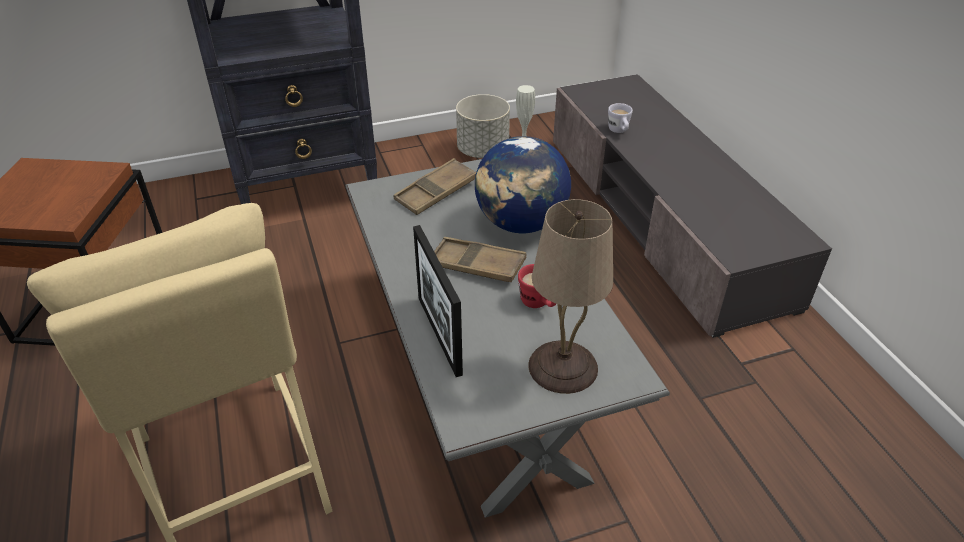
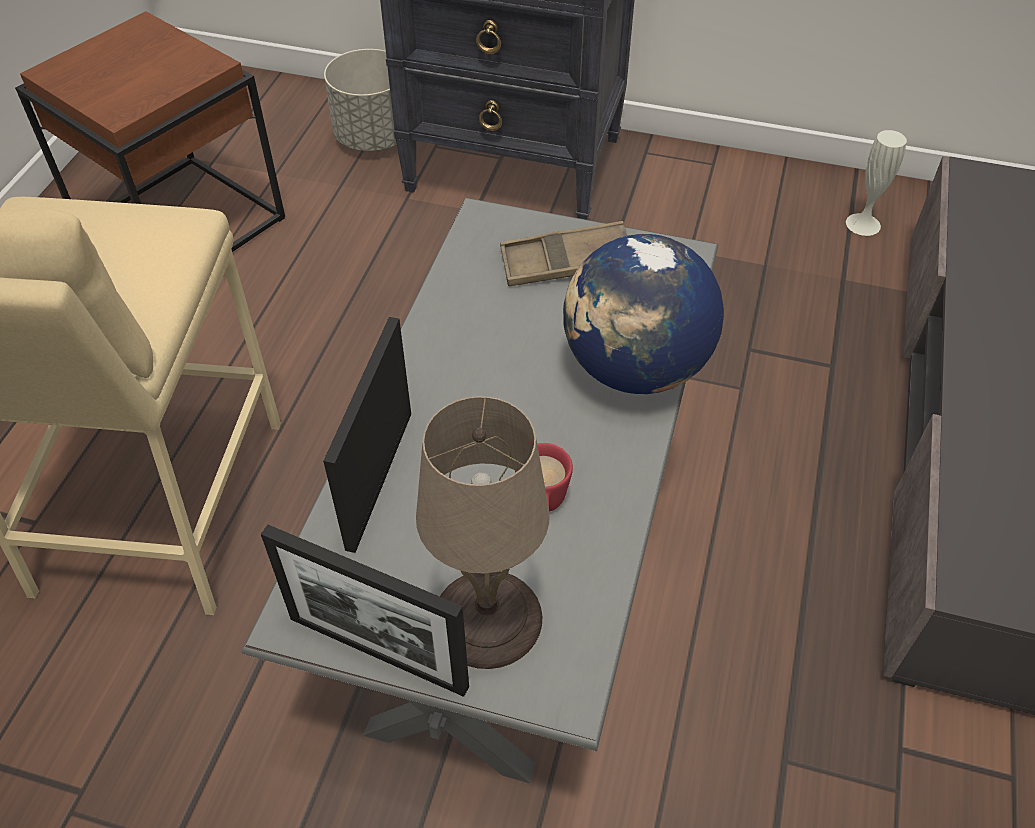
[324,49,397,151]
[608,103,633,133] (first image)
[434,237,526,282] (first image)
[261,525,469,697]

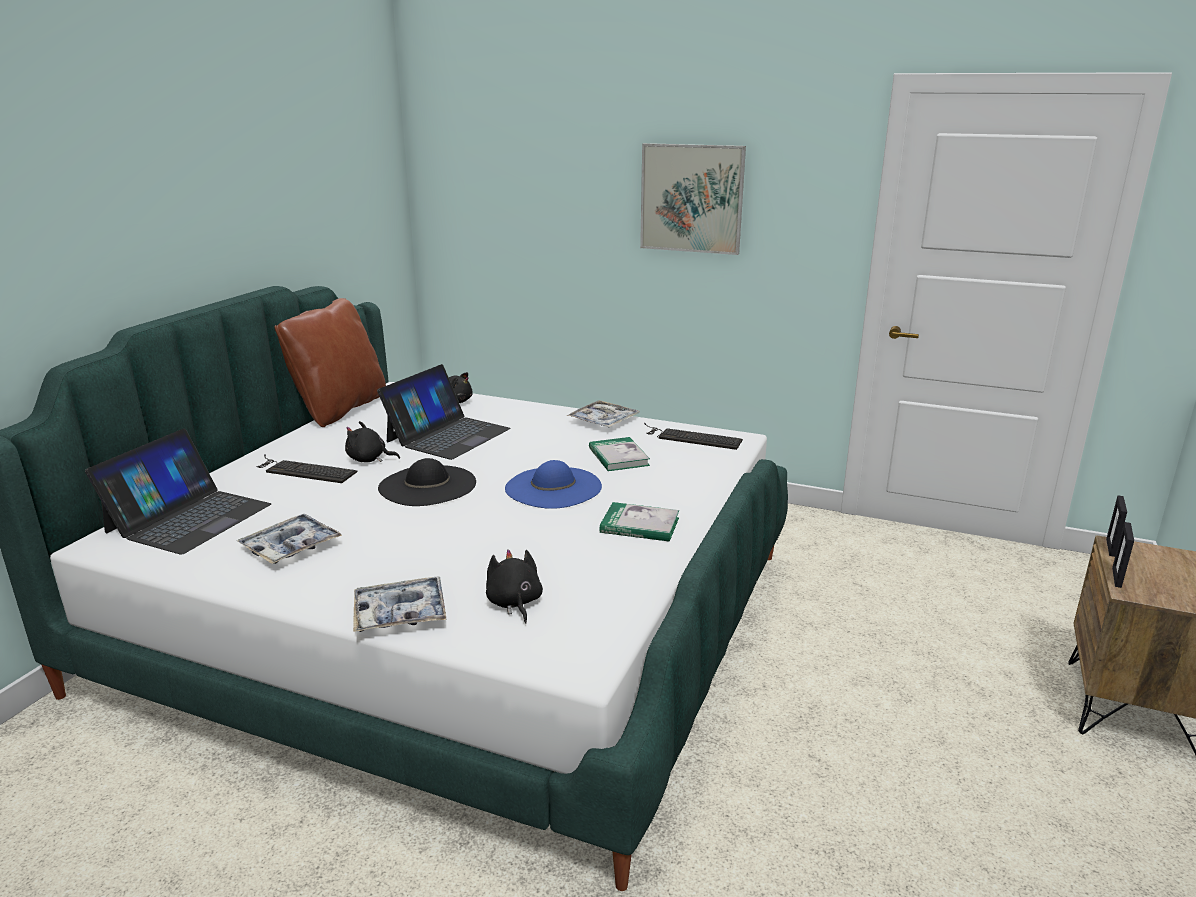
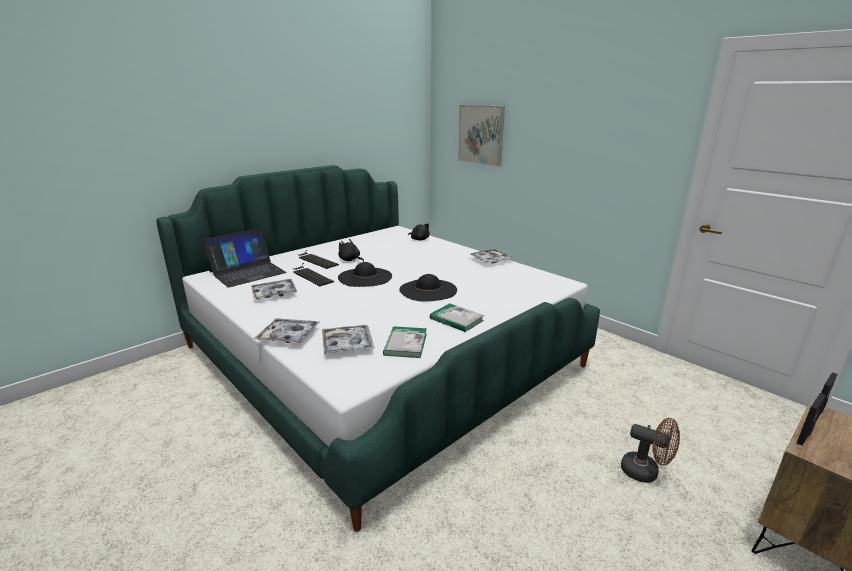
[458,105,505,166]
[275,298,386,427] (first image)
[377,364,511,460] (first image)
[293,263,334,286]
[383,326,427,358]
[399,274,457,302]
[322,325,375,354]
[621,418,680,483]

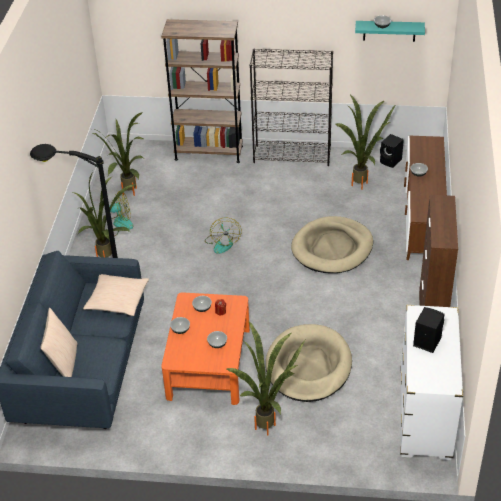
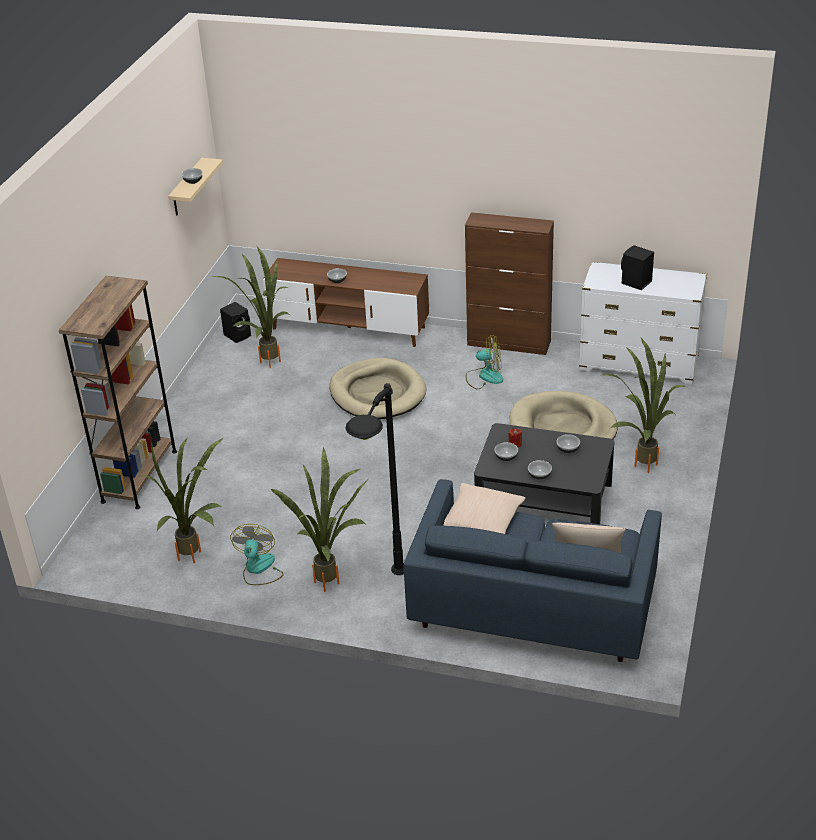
[168,158,223,216]
[250,48,333,166] (first image)
[465,335,503,389]
[474,423,615,524]

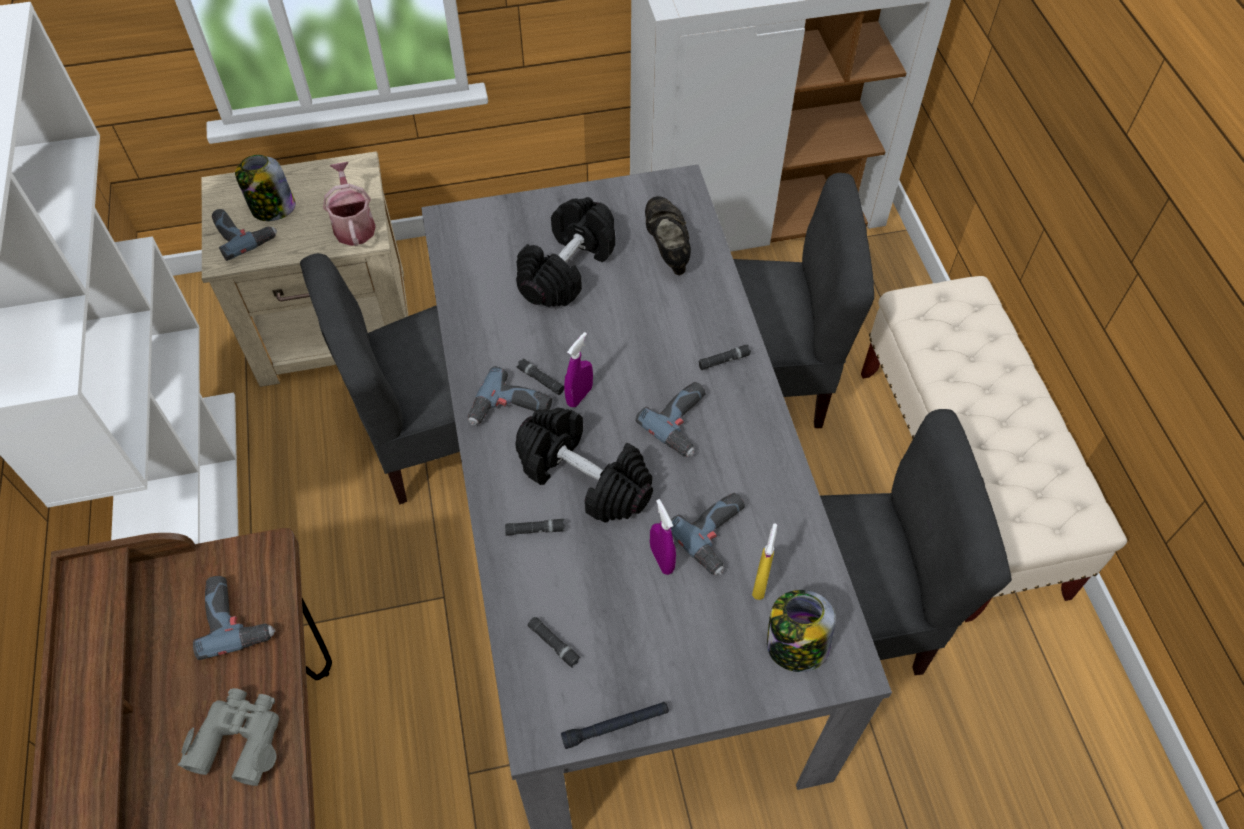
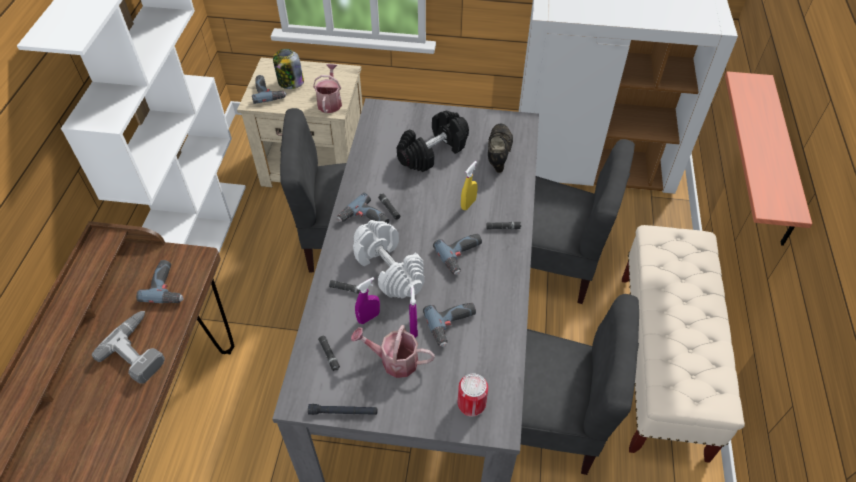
[355,277,380,324]
[353,220,424,299]
[461,161,478,210]
[458,373,488,417]
[92,311,165,384]
[725,71,812,246]
[351,325,435,378]

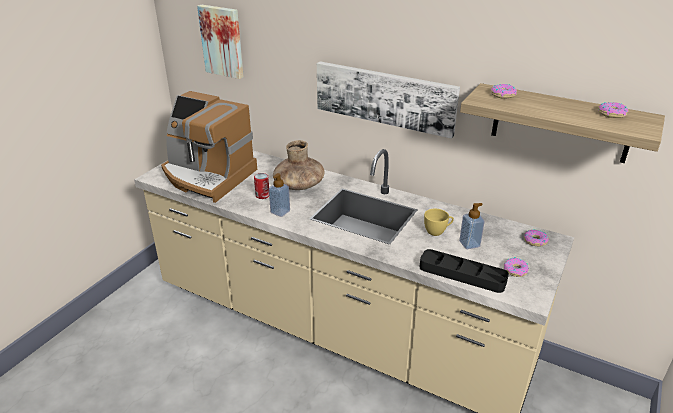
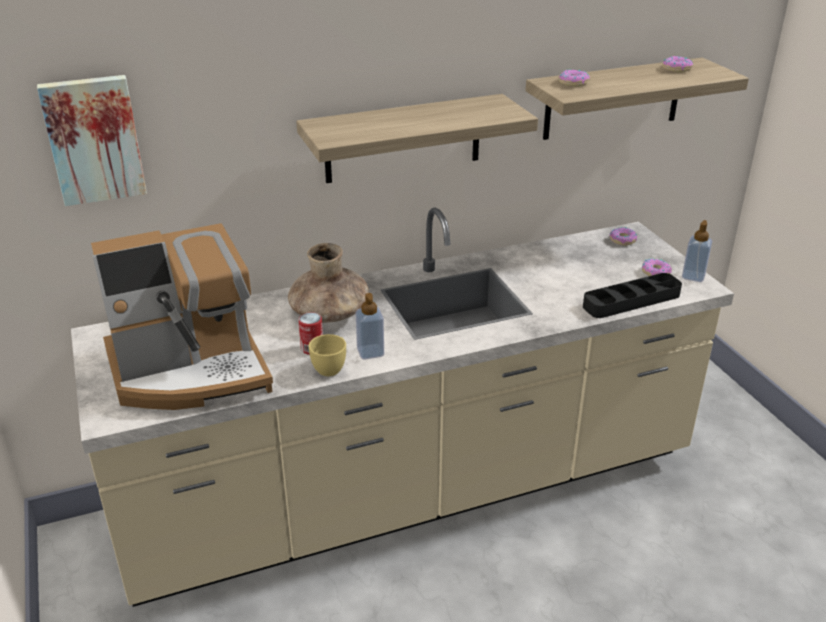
[296,94,538,183]
[682,220,712,282]
[309,334,346,376]

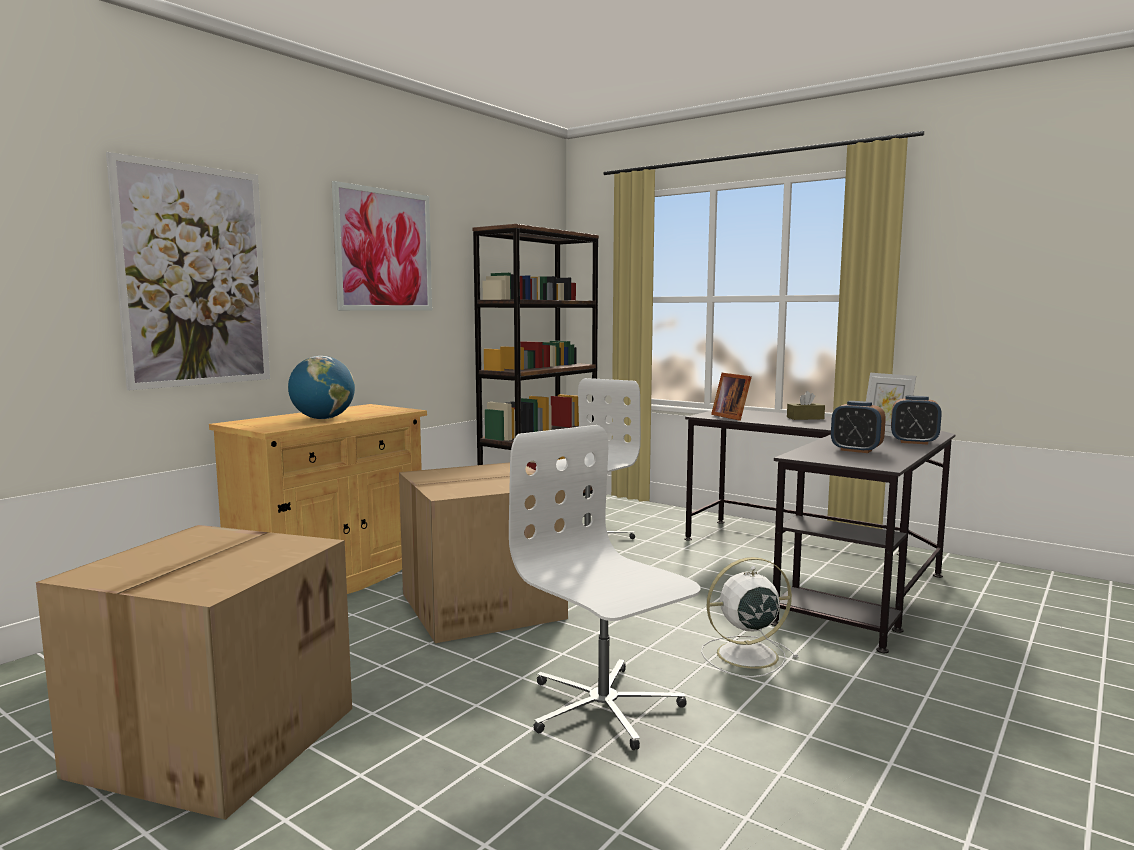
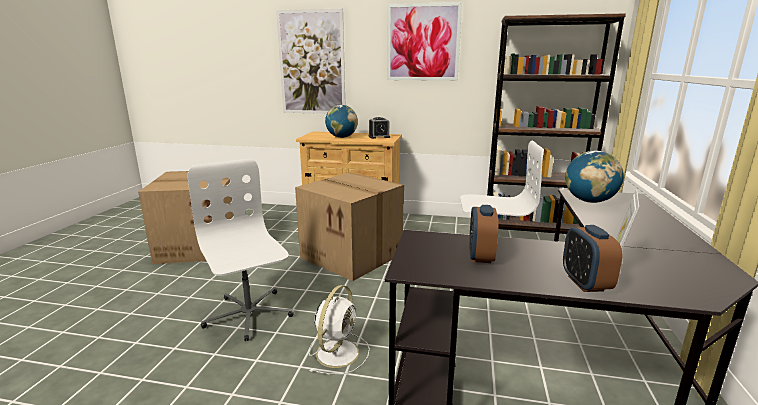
[565,151,624,203]
[787,391,825,420] (first image)
[188,159,294,341]
[308,285,370,375]
[368,117,390,139]

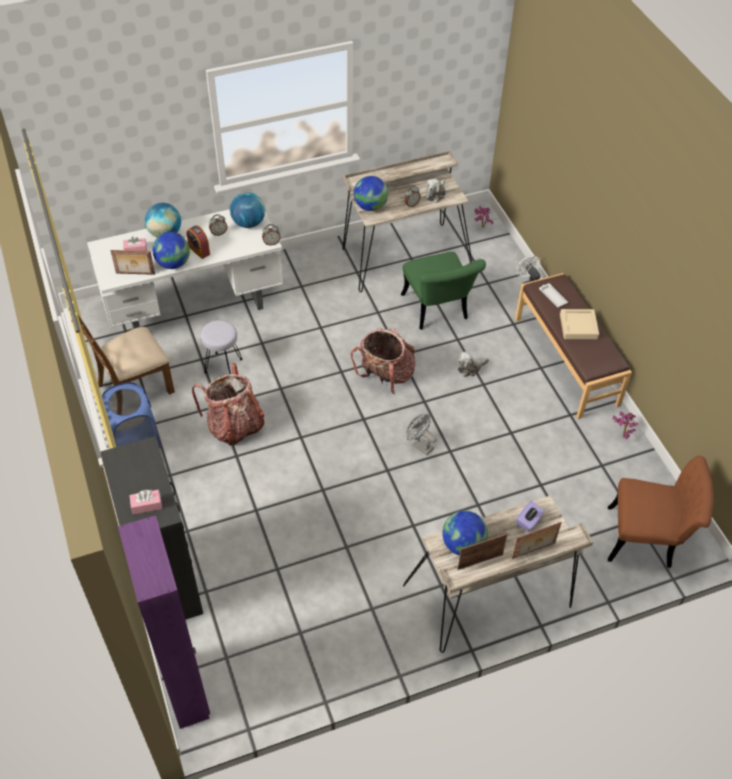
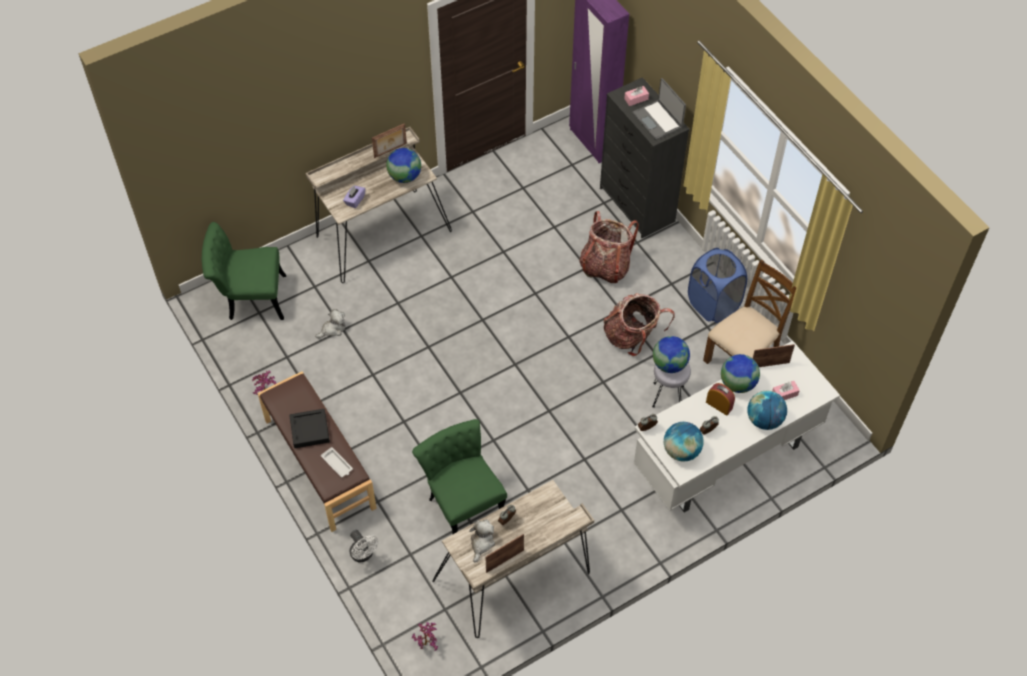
[653,336,690,373]
[289,409,330,448]
[579,211,639,283]
[315,309,346,339]
[406,414,436,455] (first image)
[202,222,286,320]
[485,534,524,573]
[632,78,686,140]

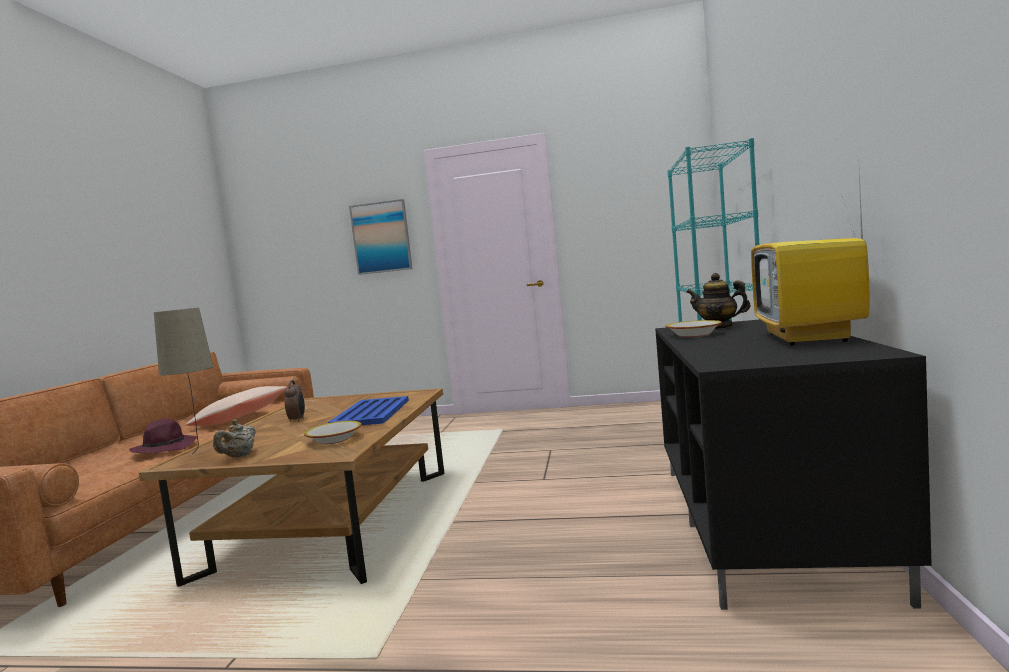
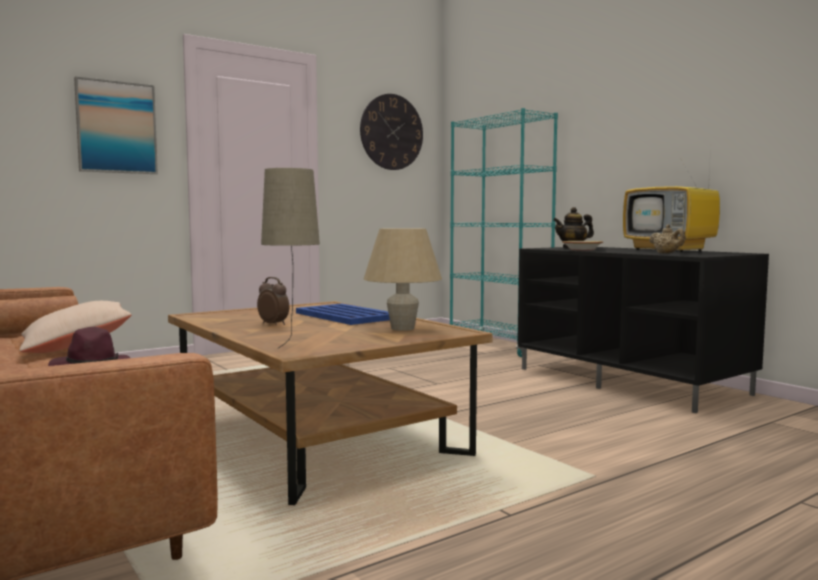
[649,224,685,253]
[363,228,442,331]
[360,94,423,170]

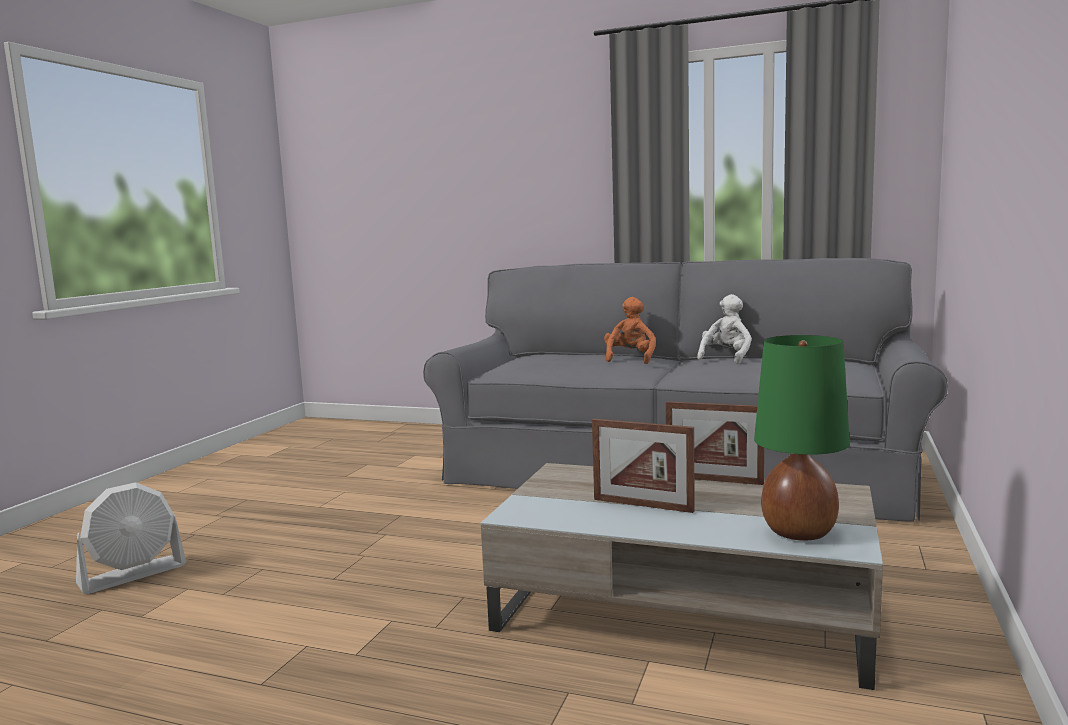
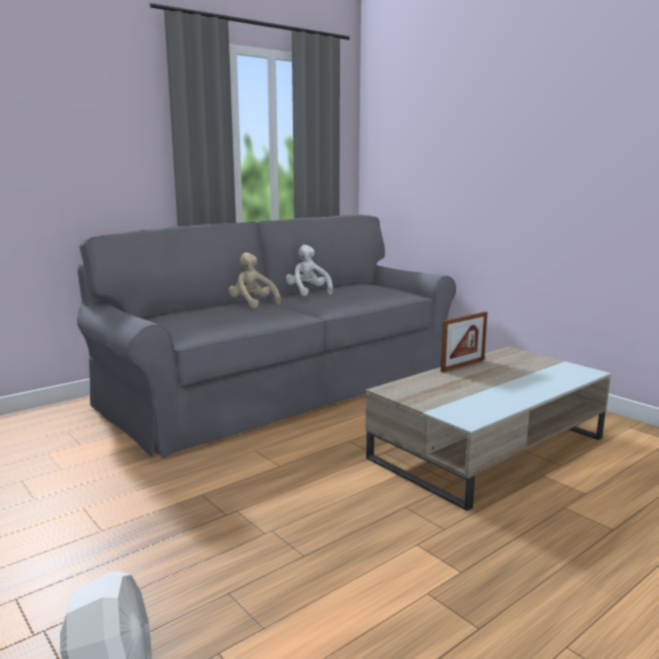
[228,252,281,309]
[754,335,850,541] (first image)
[592,419,695,513] (first image)

